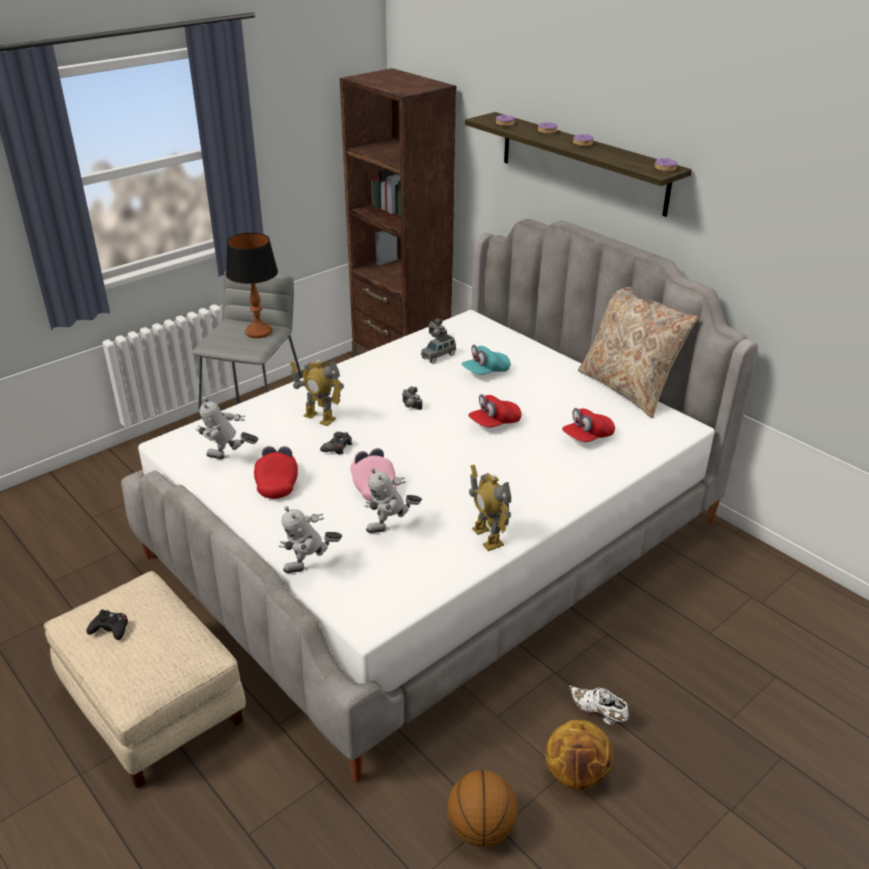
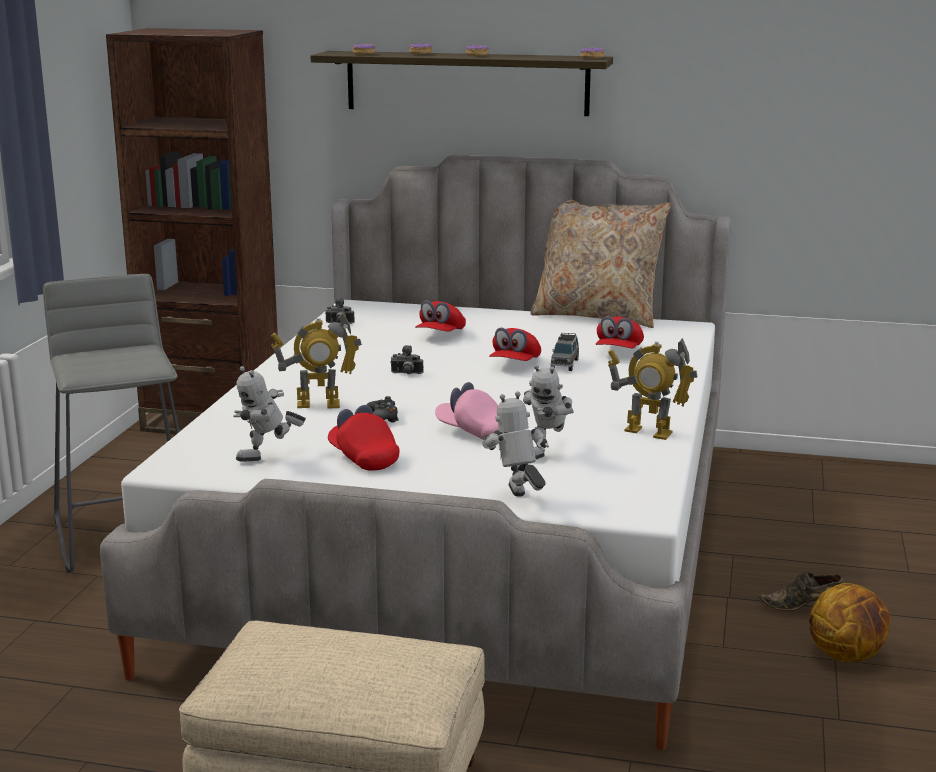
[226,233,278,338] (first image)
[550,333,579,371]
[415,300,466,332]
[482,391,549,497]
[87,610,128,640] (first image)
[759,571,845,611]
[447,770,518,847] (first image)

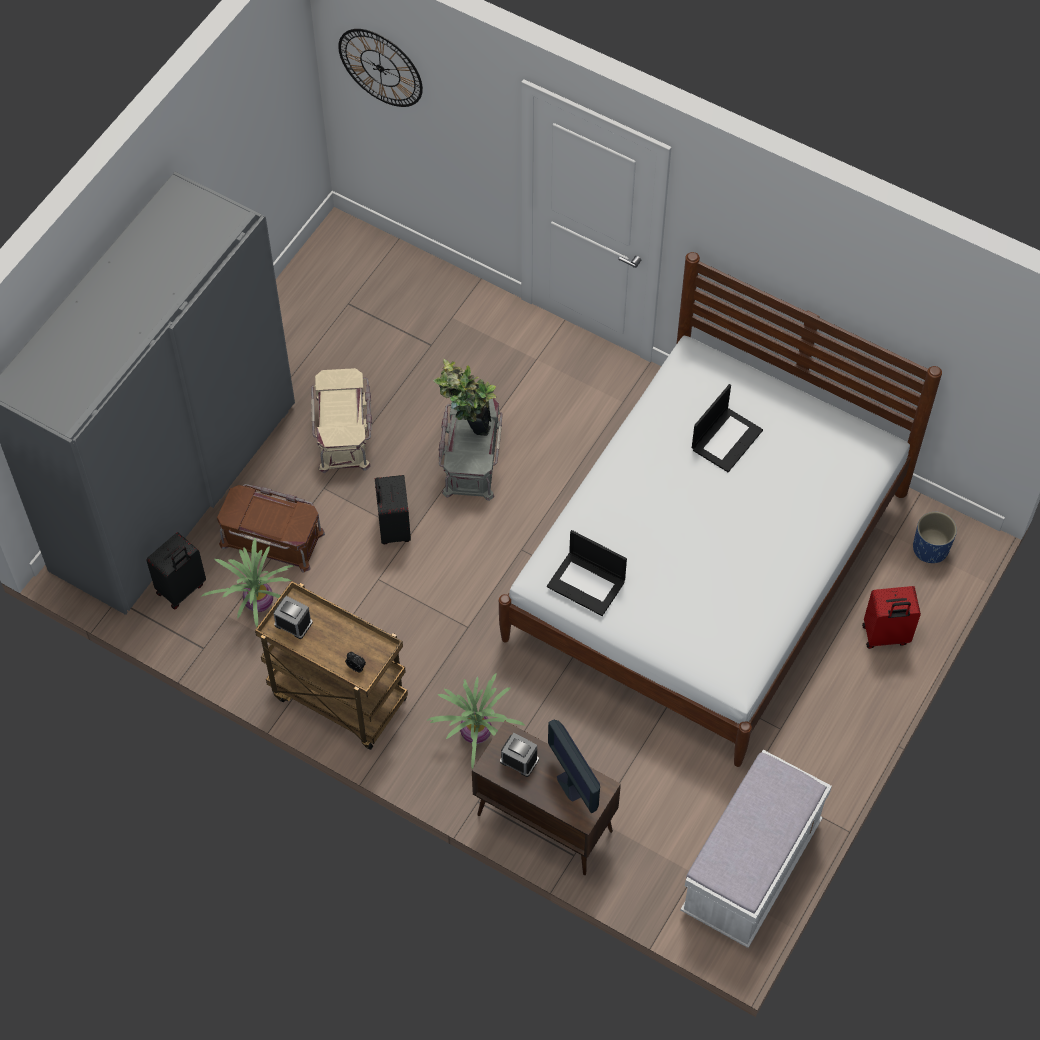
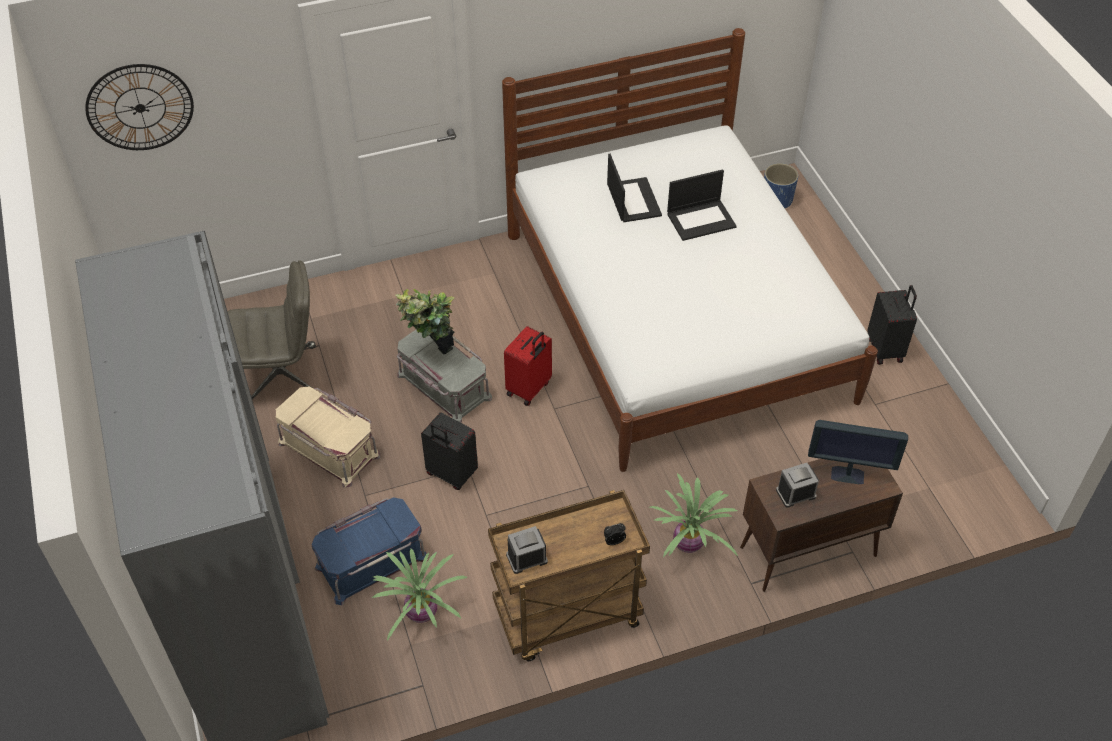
[312,497,429,605]
[667,169,736,241]
[867,285,917,365]
[504,326,552,406]
[680,750,832,948] (first image)
[227,260,316,400]

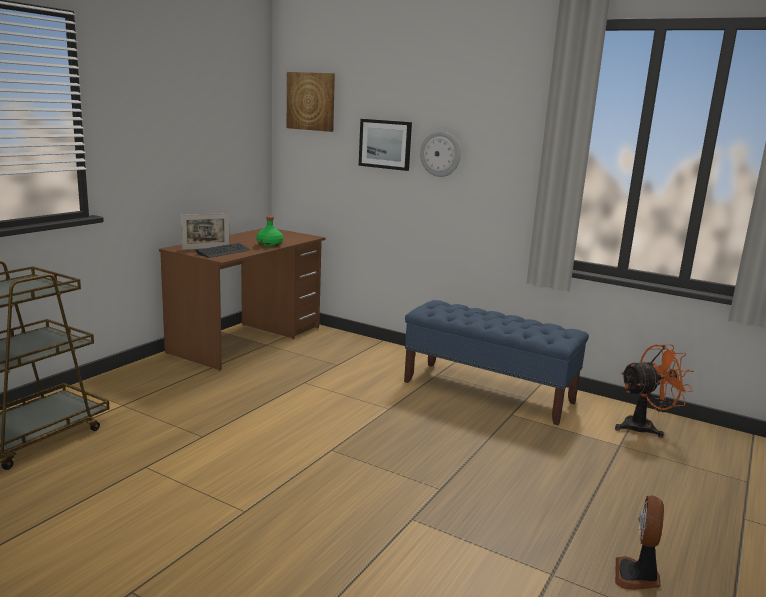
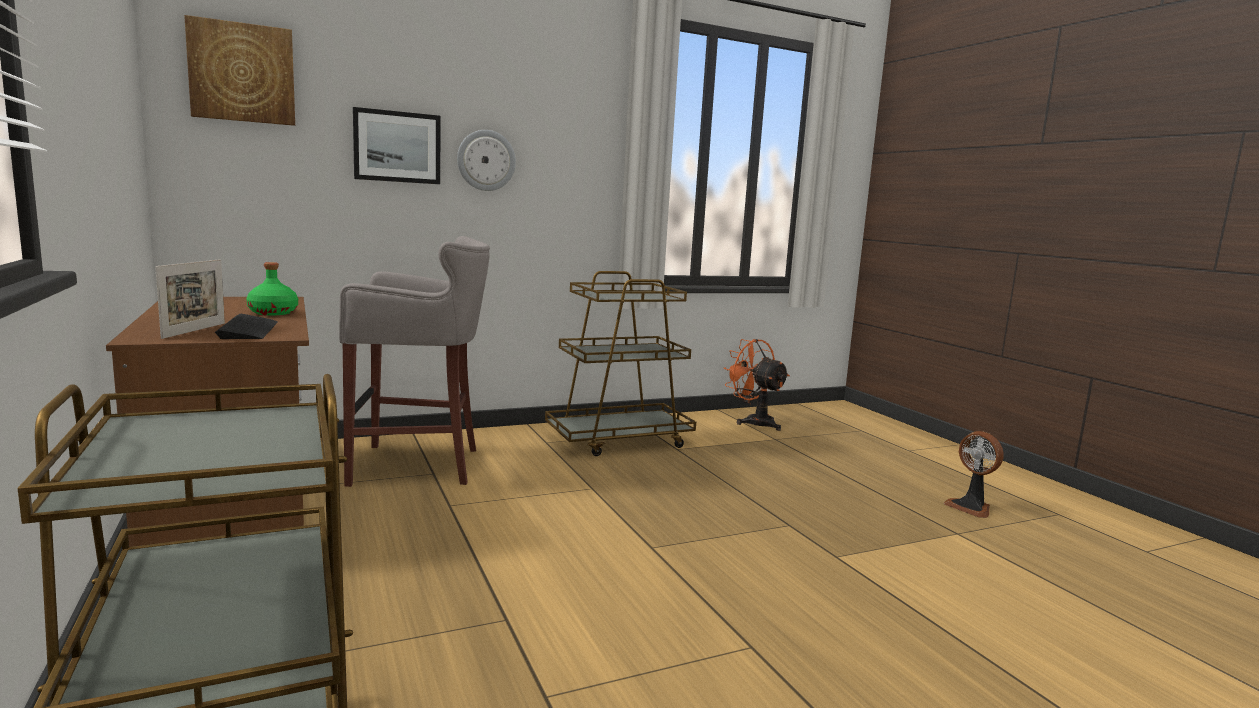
[545,271,696,456]
[724,339,790,431]
[339,236,490,487]

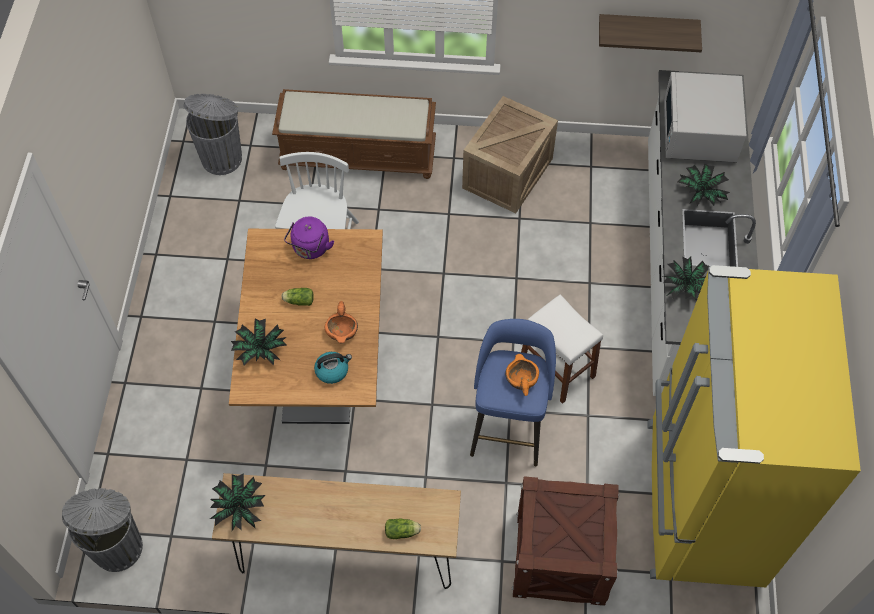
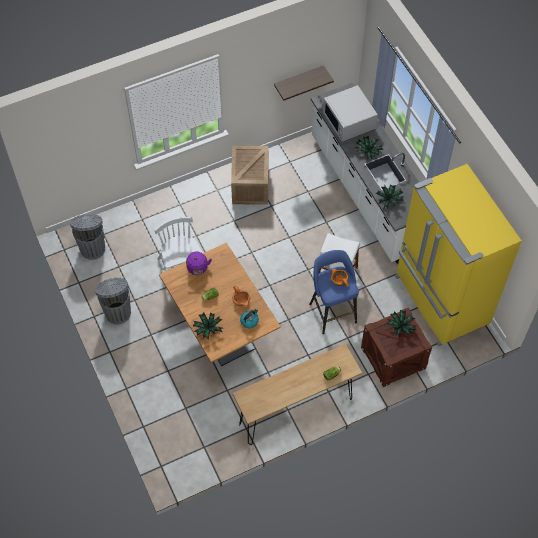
[272,89,436,179] (first image)
[387,310,416,337]
[95,278,131,324]

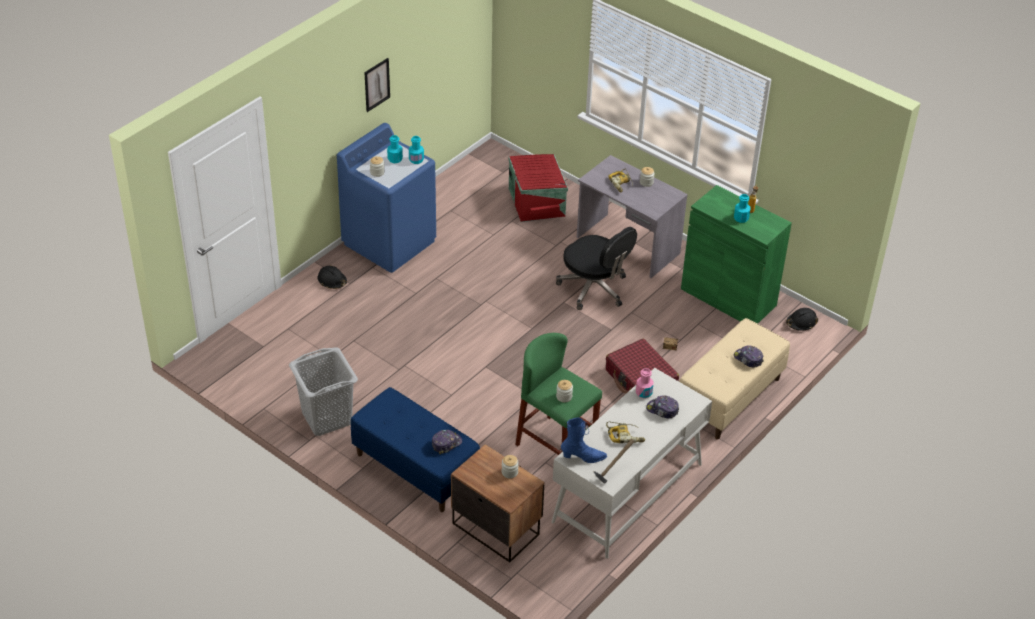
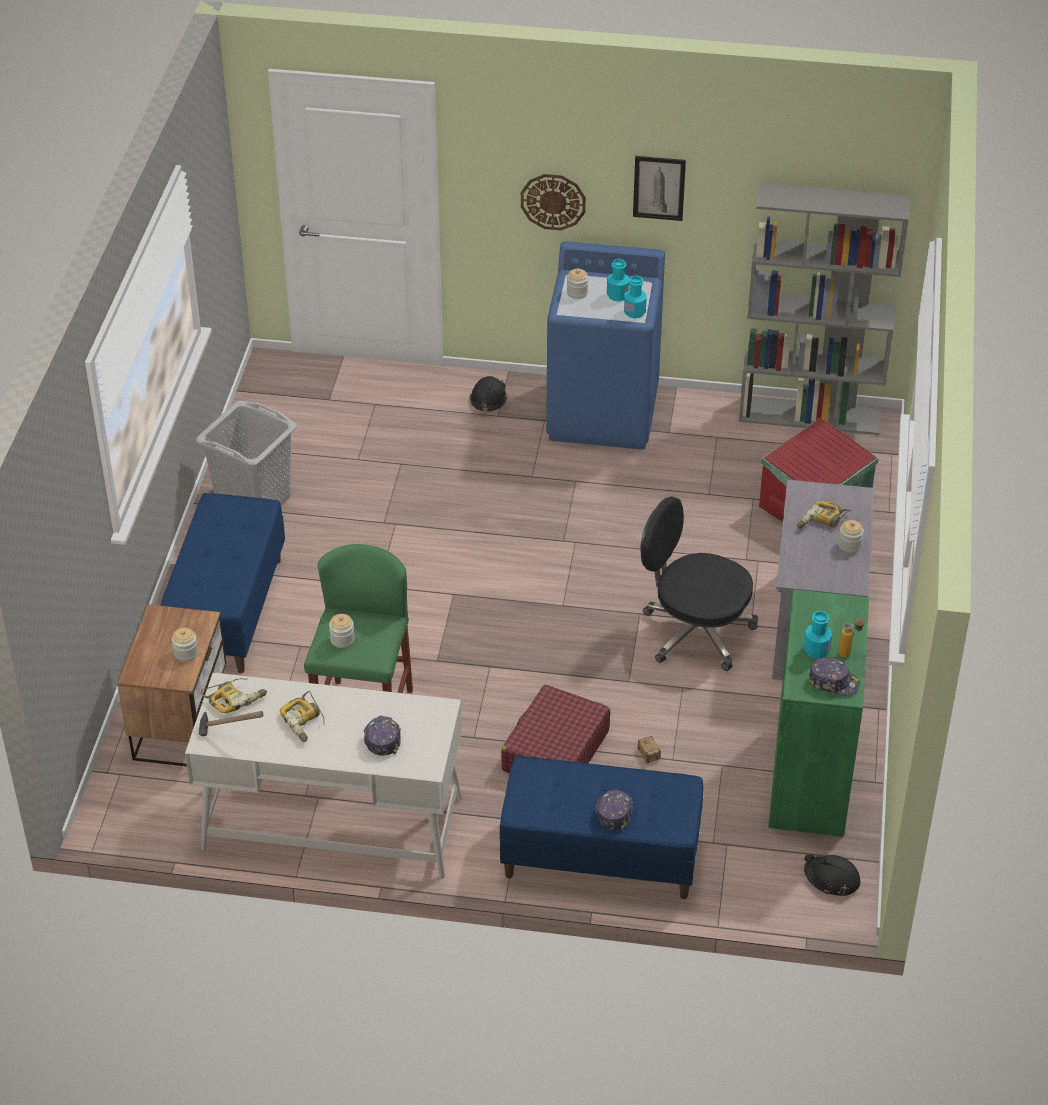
[640,497,758,671]
[500,756,703,899]
[636,368,653,398] (first image)
[201,678,267,713]
[808,657,860,696]
[521,174,586,230]
[739,183,910,435]

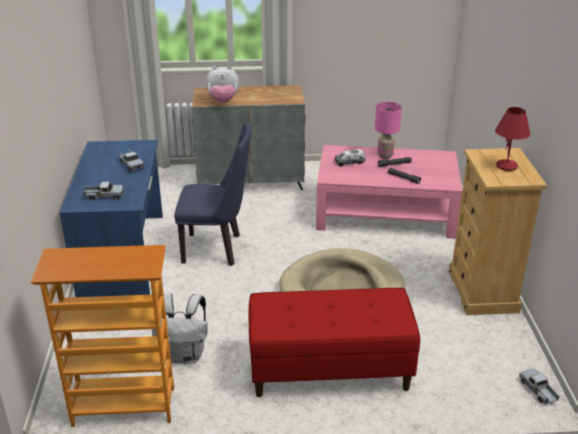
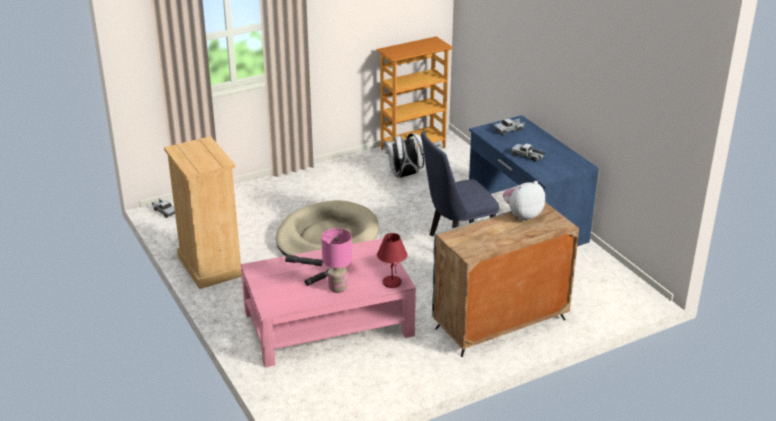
[377,233,407,288]
[334,149,366,167] (first image)
[248,288,420,397] (first image)

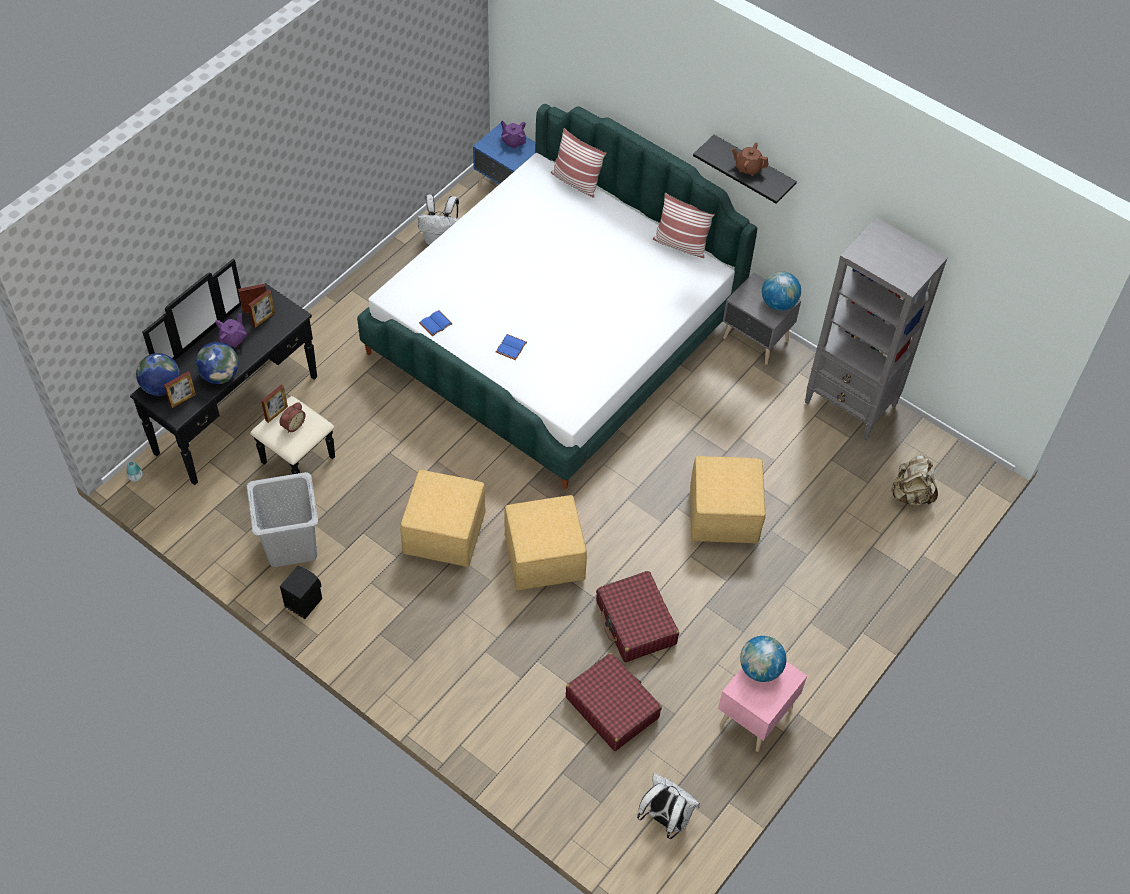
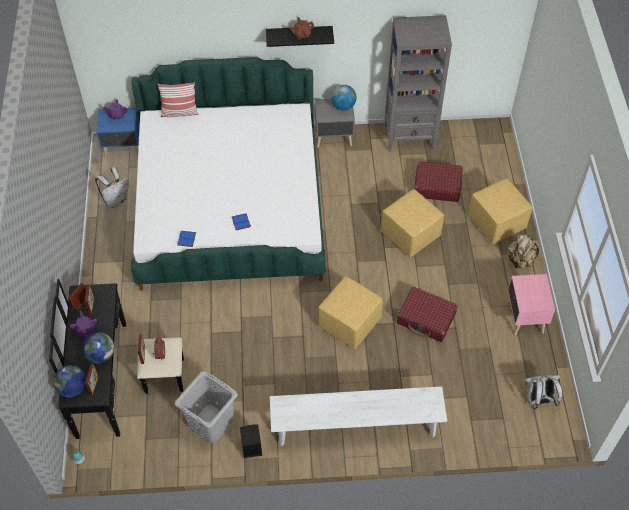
[653,193,715,258] (first image)
[507,234,539,268]
[468,178,533,245]
[740,636,786,682] (first image)
[415,162,463,202]
[270,386,447,446]

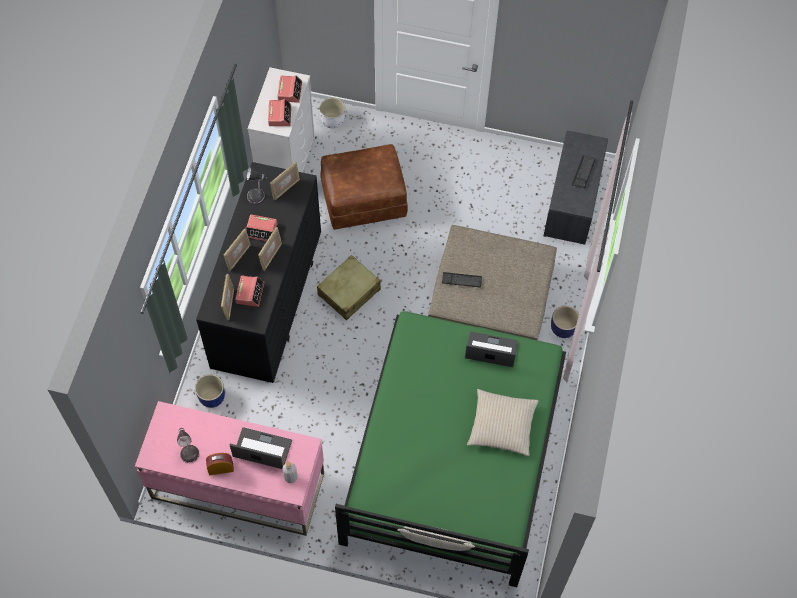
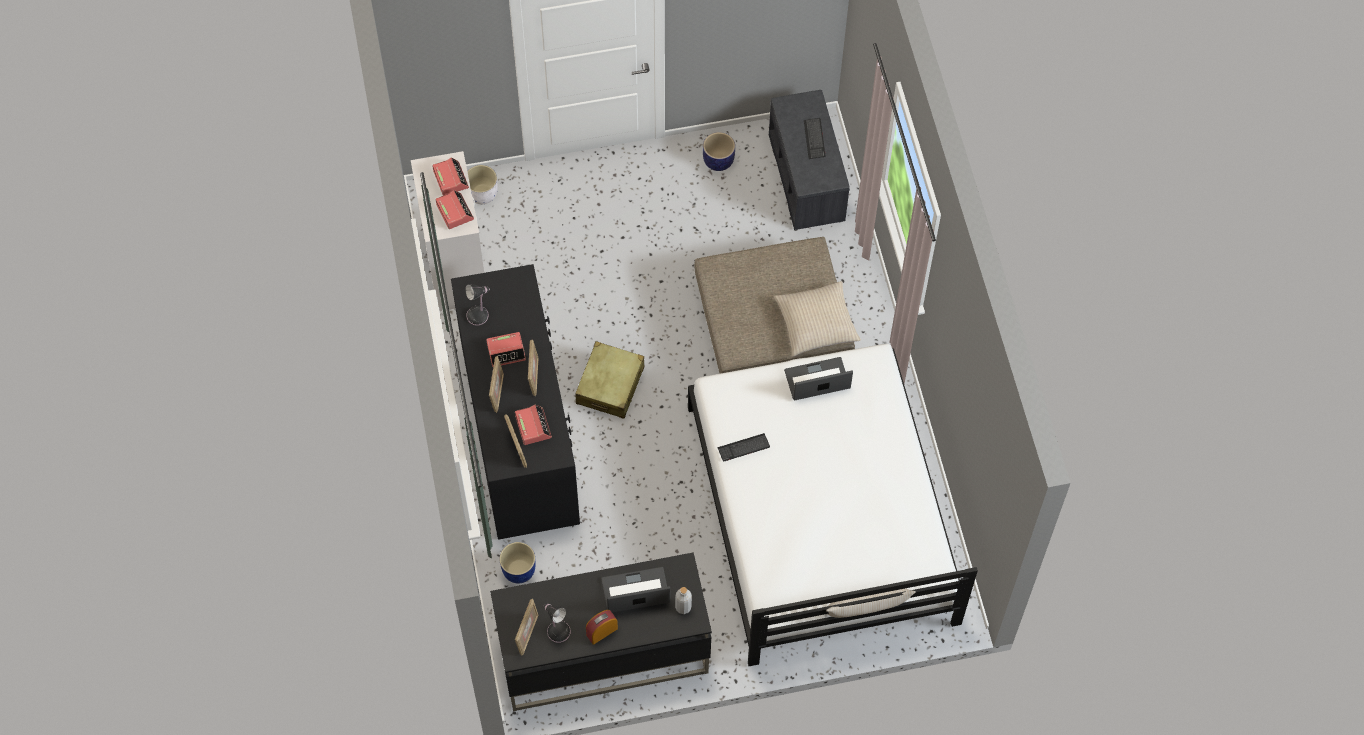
[321,144,408,230] (first image)
[515,598,538,655]
[717,433,770,462]
[703,132,735,171]
[688,344,978,666]
[774,281,861,356]
[490,552,712,711]

